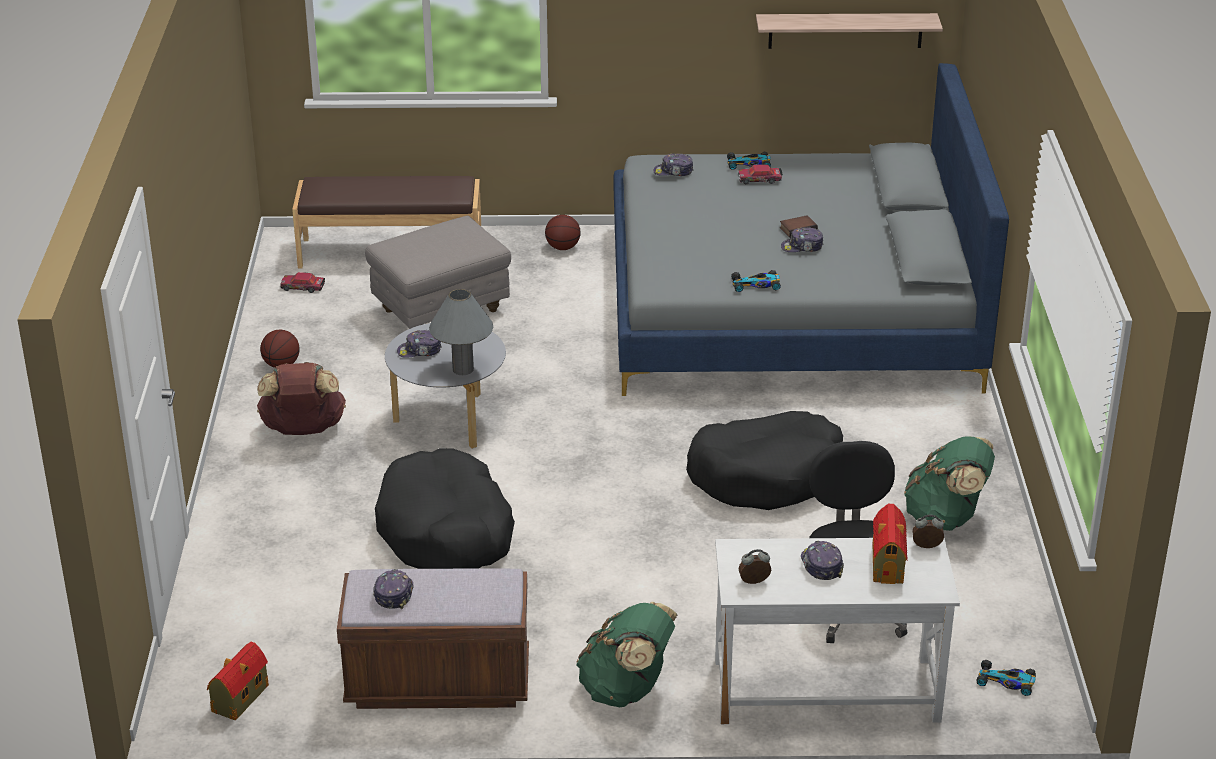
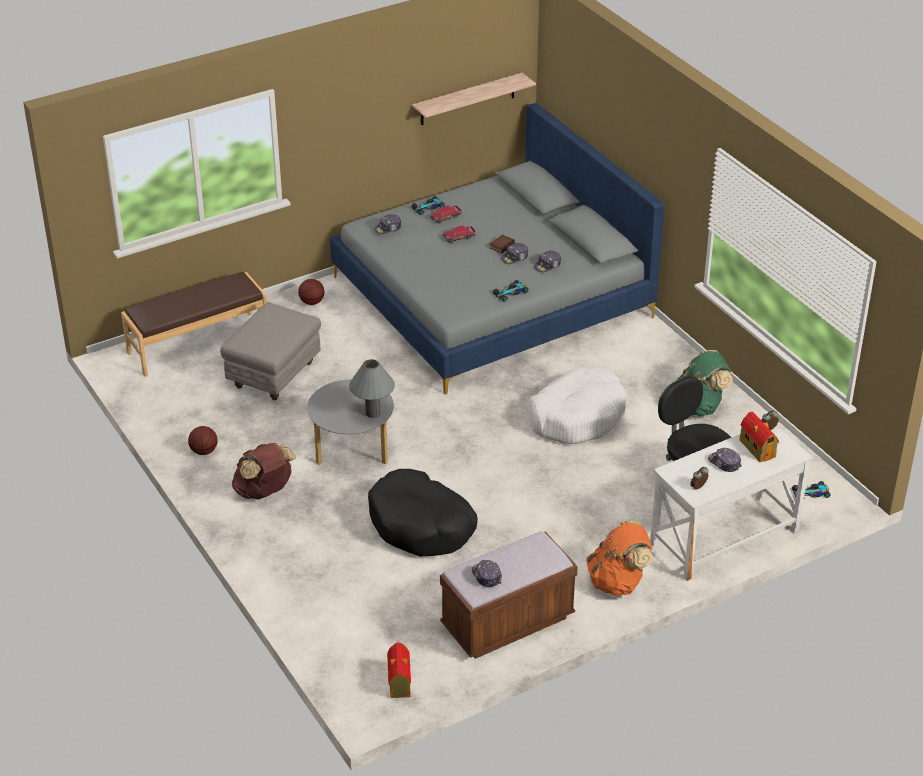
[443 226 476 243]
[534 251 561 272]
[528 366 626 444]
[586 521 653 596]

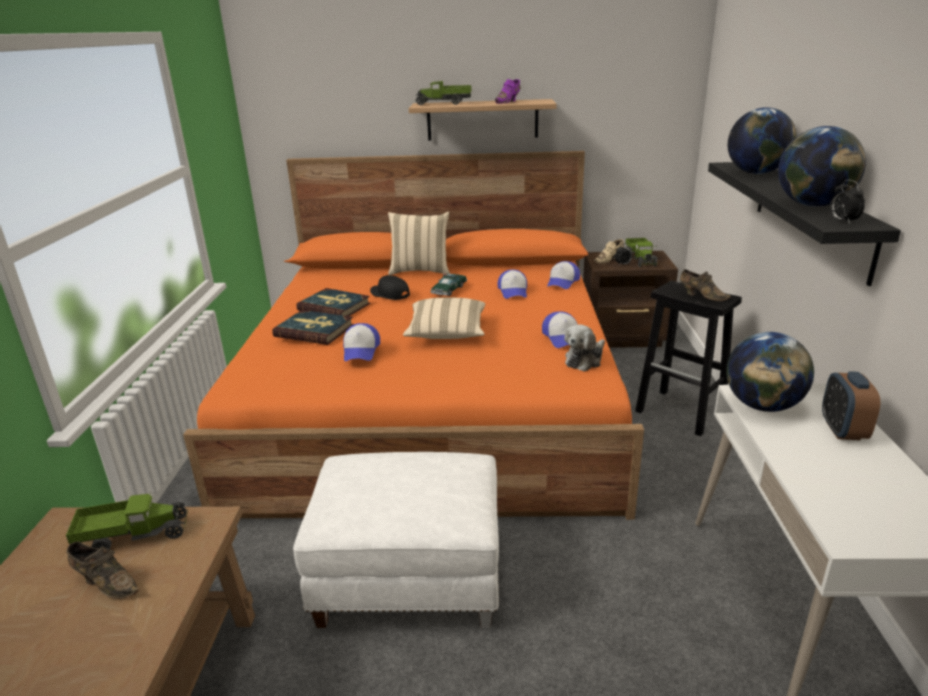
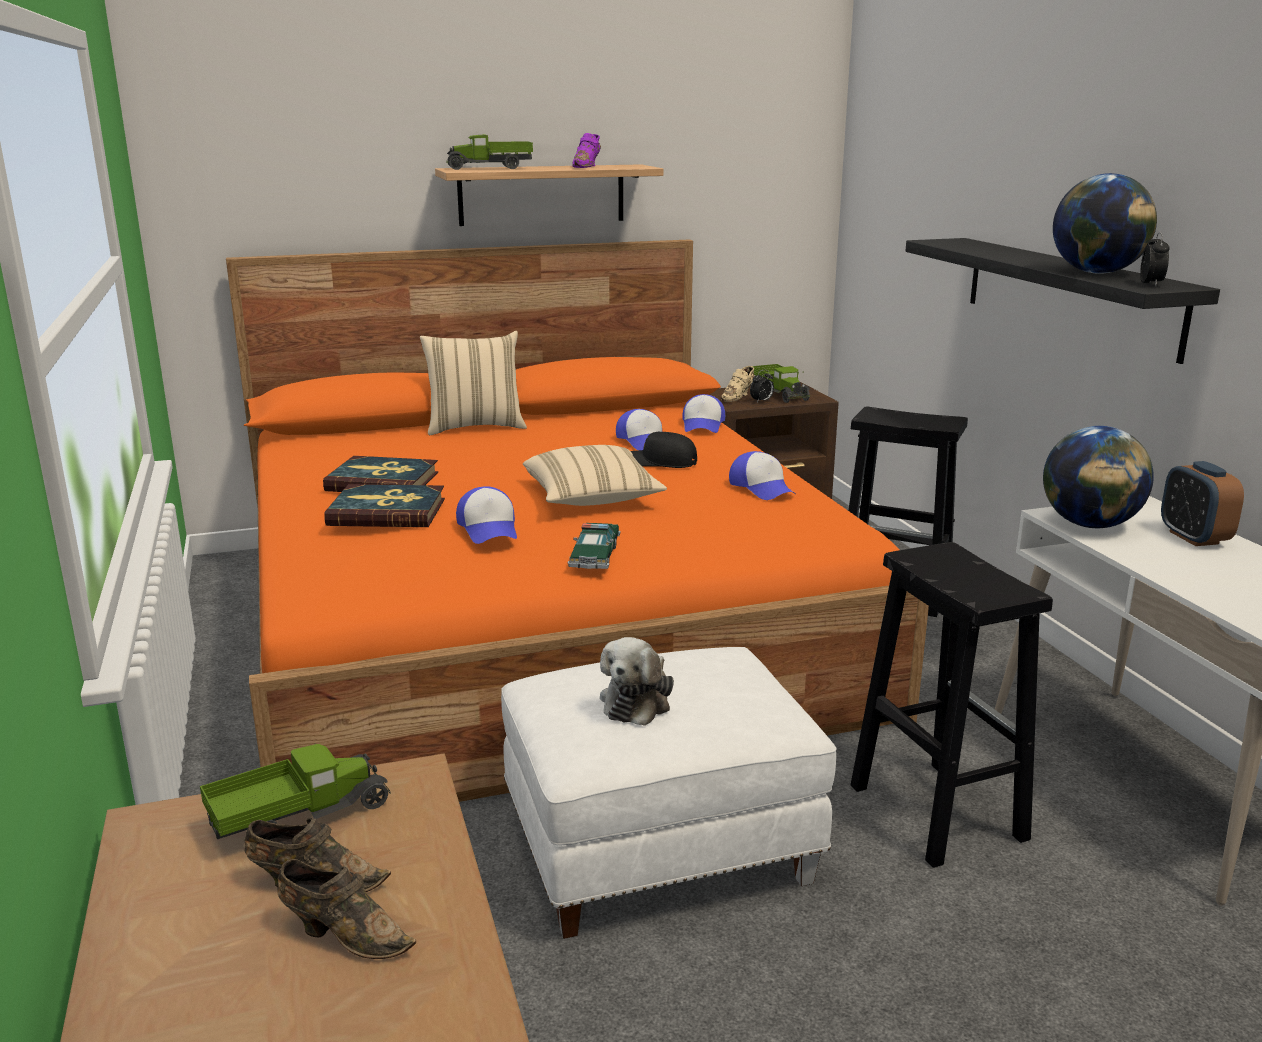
[728 107 797 174] (first image)
[1140 232 1170 286]
[277 859 416 959]
[567 523 621 569]
[631 432 697 468]
[600 637 674 726]
[851 542 1053 868]

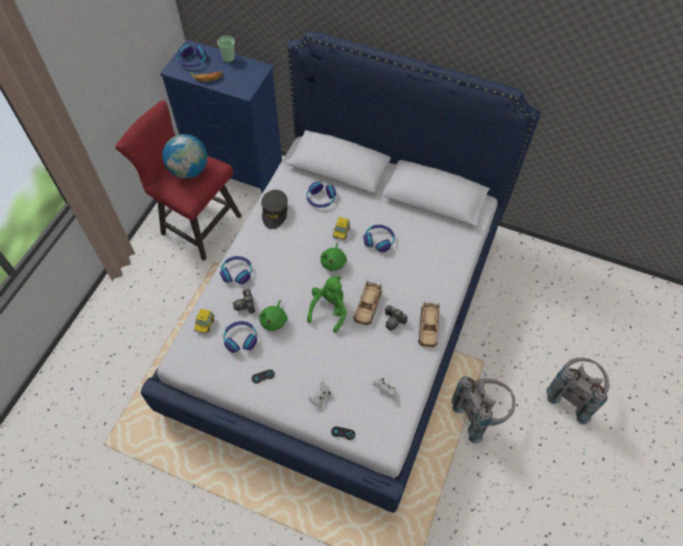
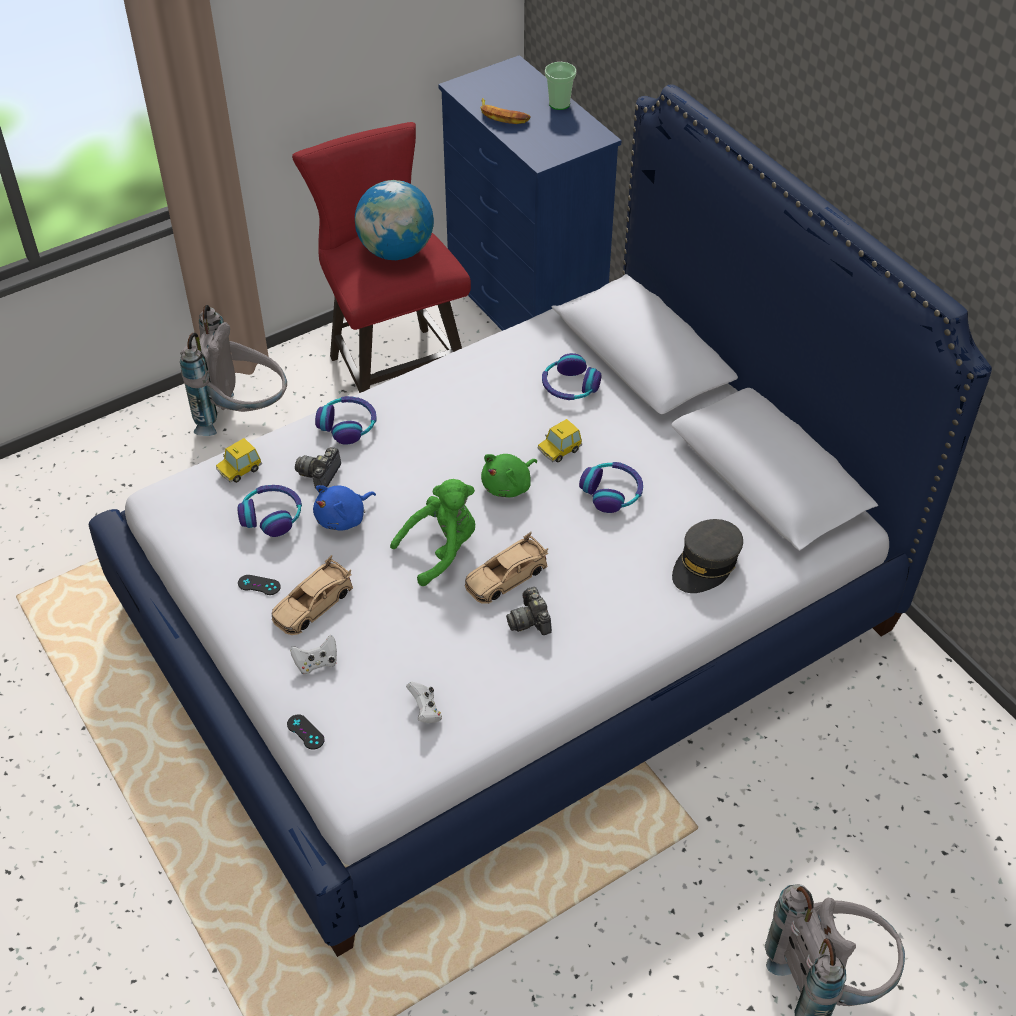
[177 45 207 67] (first image)
[672 519 743 593]
[313 485 376 530]
[272 555 353 635]
[180 305 287 436]

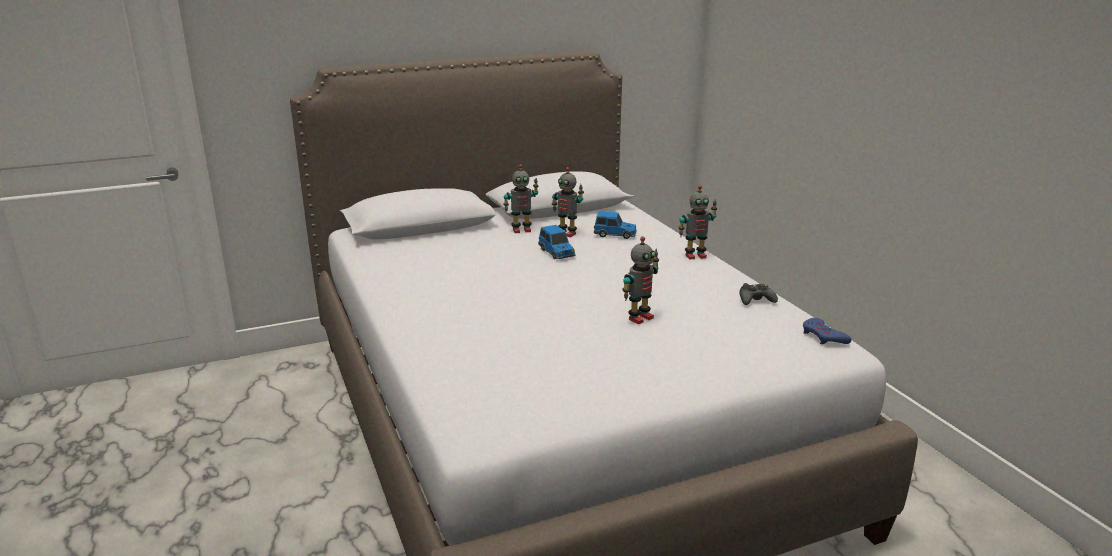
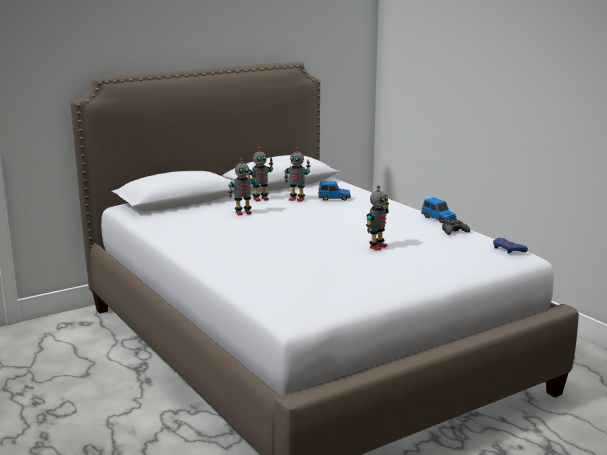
[228 158 257 215]
[421 197 457 223]

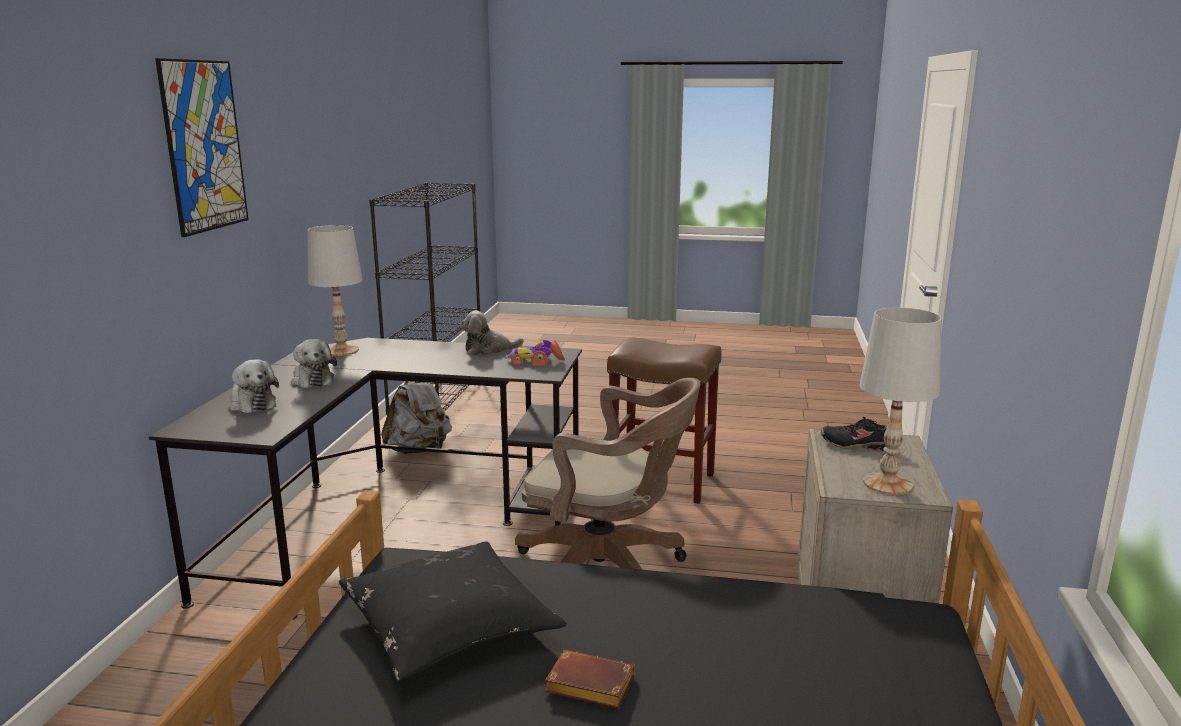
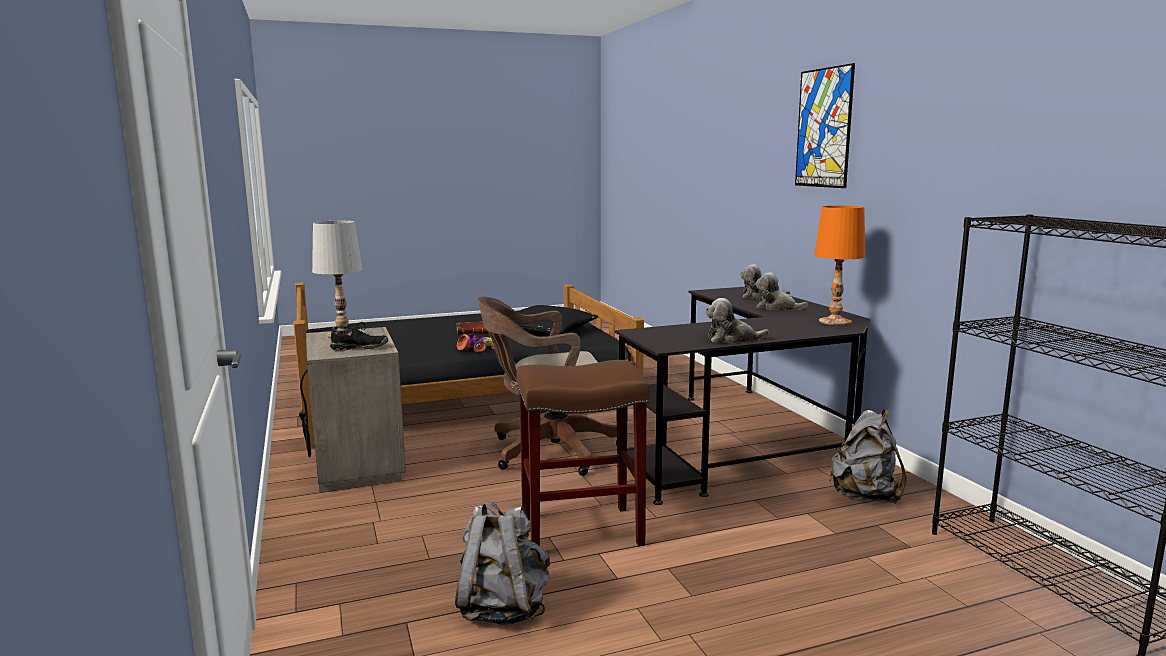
[814 205 866 325]
[705 298 769 343]
[457 333 495 352]
[455 501 550 625]

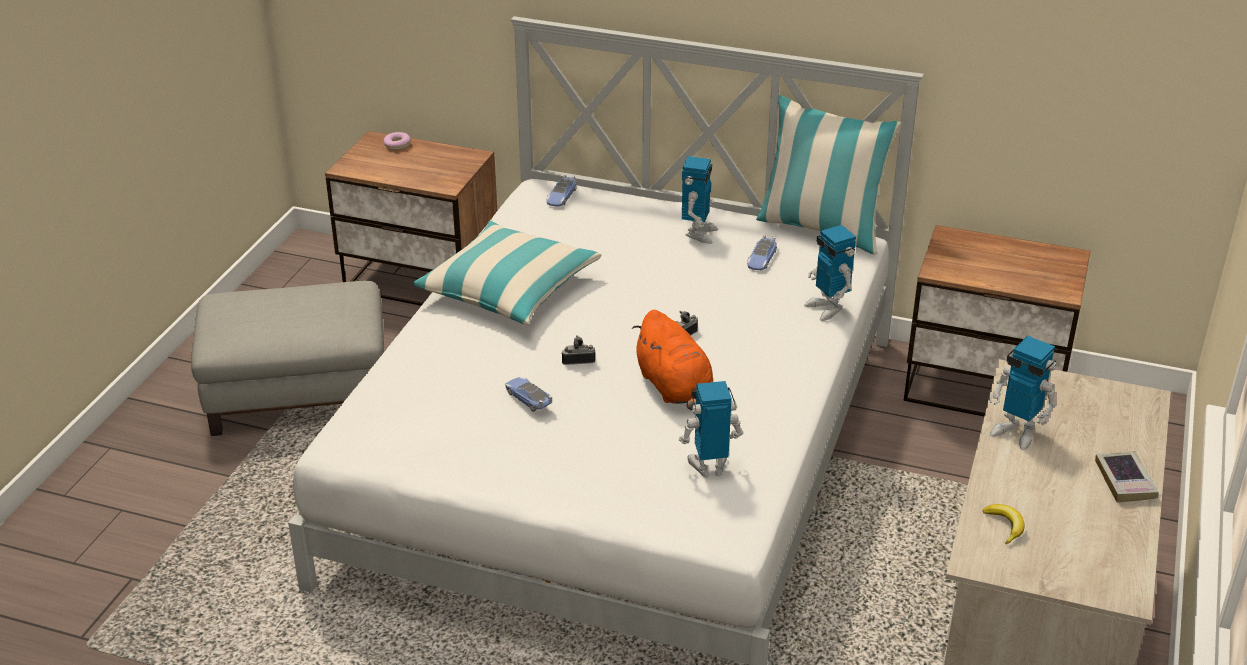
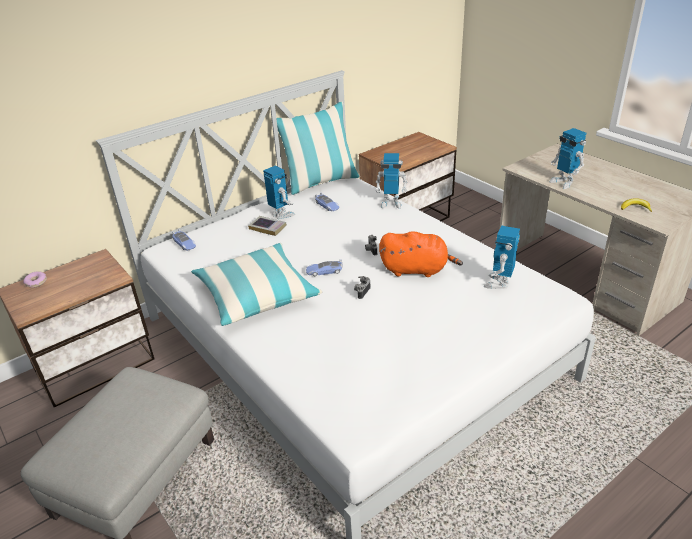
[550 128 586 189]
[306 259 343 276]
[248 216 287 236]

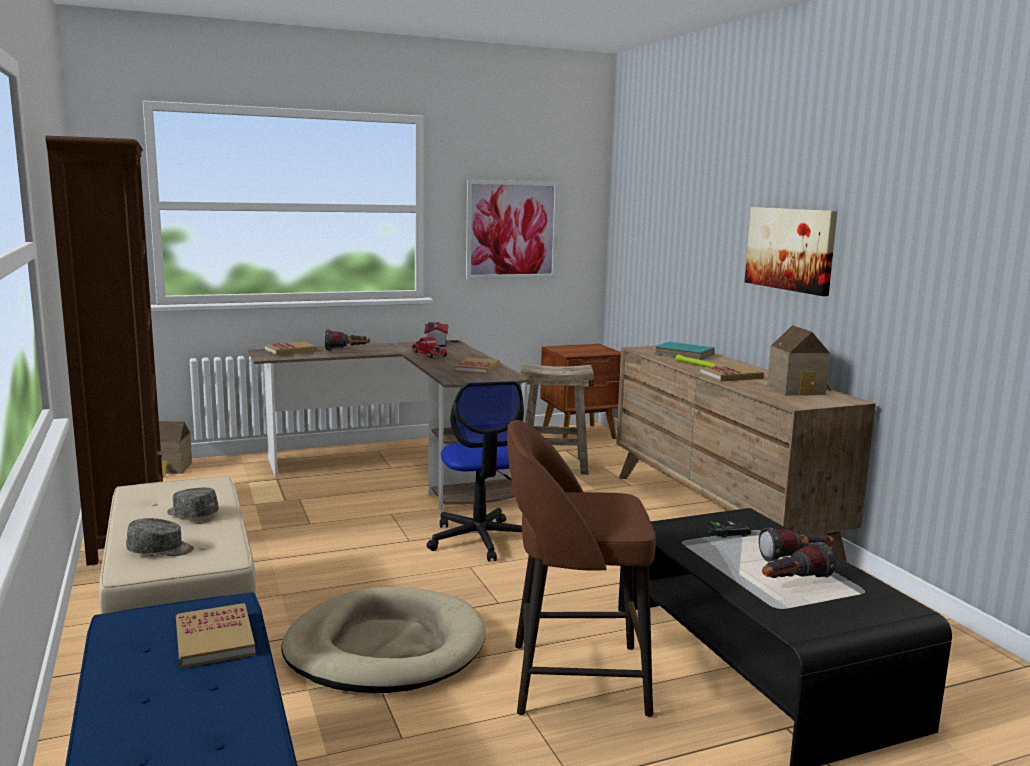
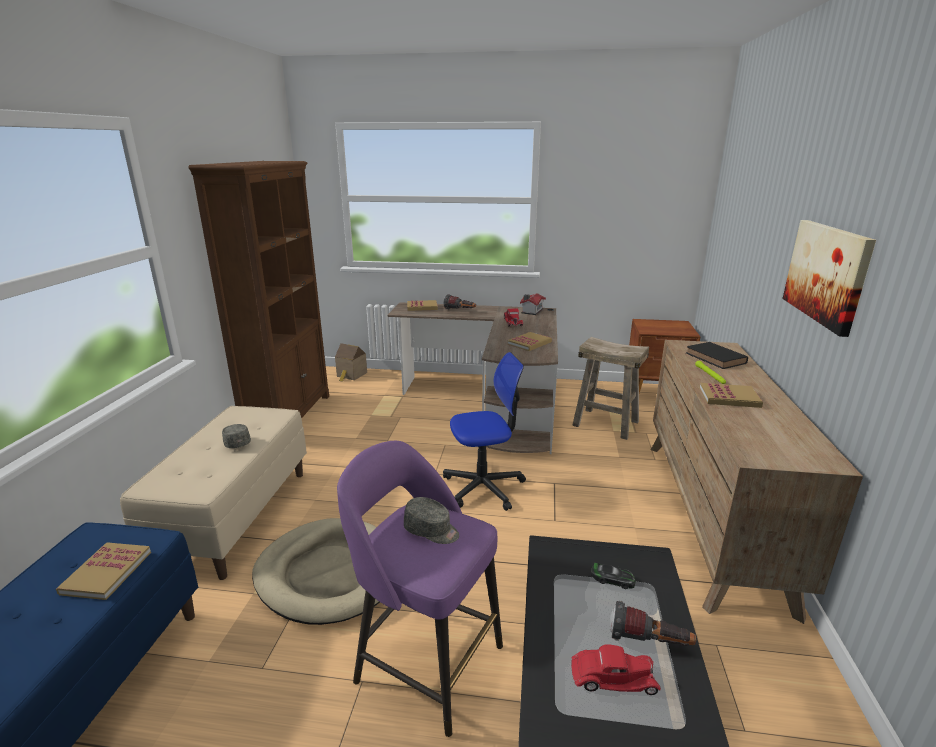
[466 180 559 280] (first image)
[767 325 831 395] (first image)
[686 342 748 369]
[443 352 526 511]
[337 441 503 737]
[404 497 459 544]
[571 644 661 695]

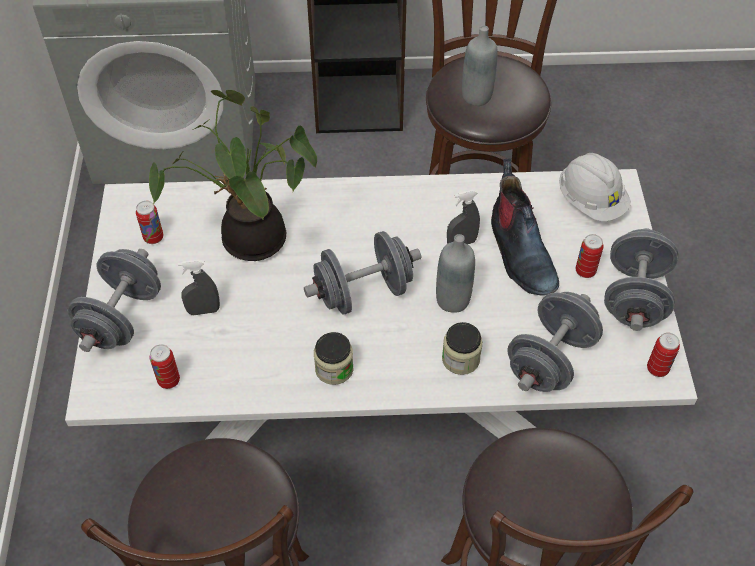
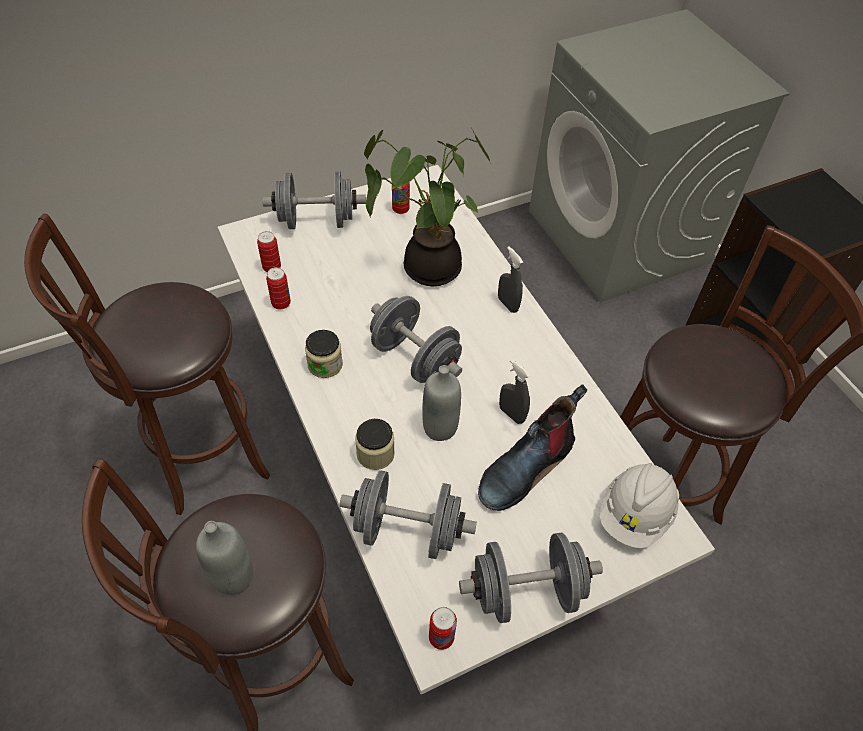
[196 521 253 595]
[266 267 291 309]
[498 246 523 313]

